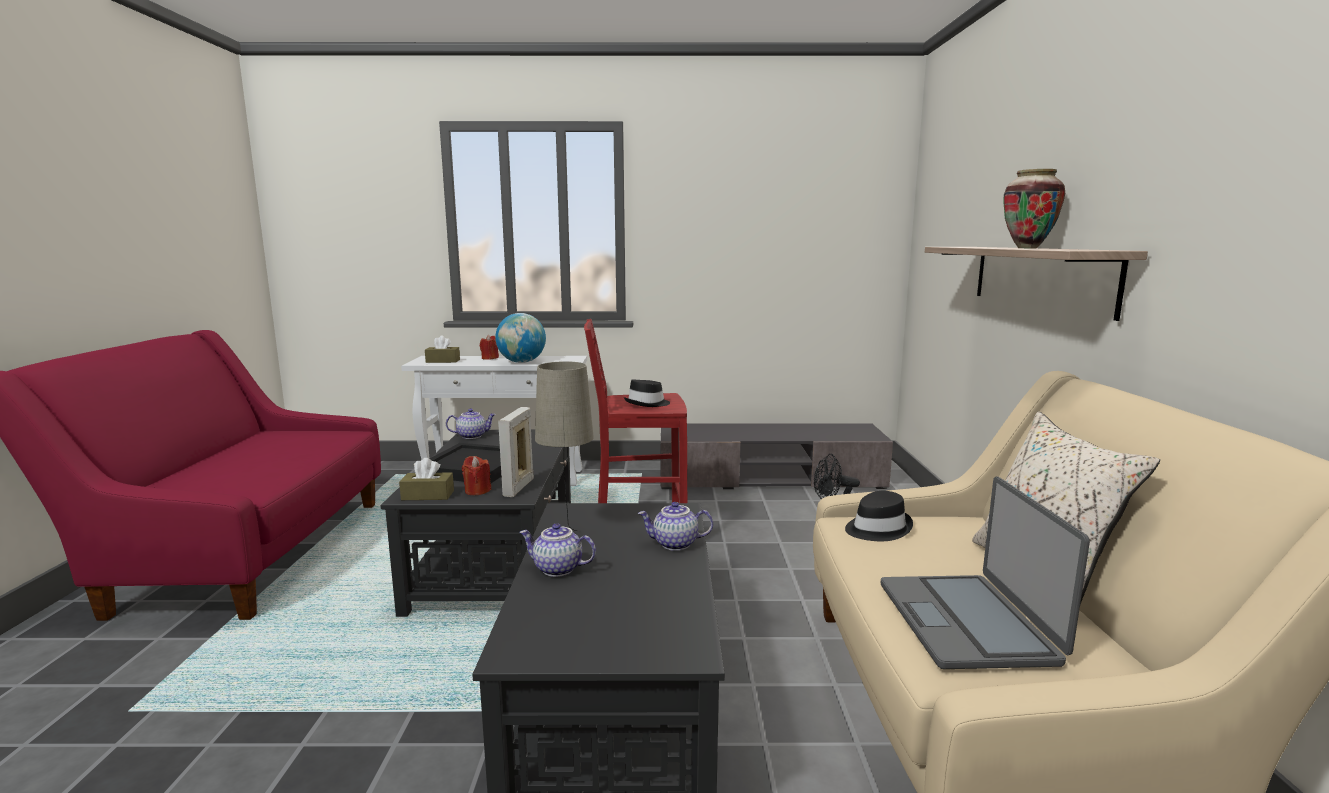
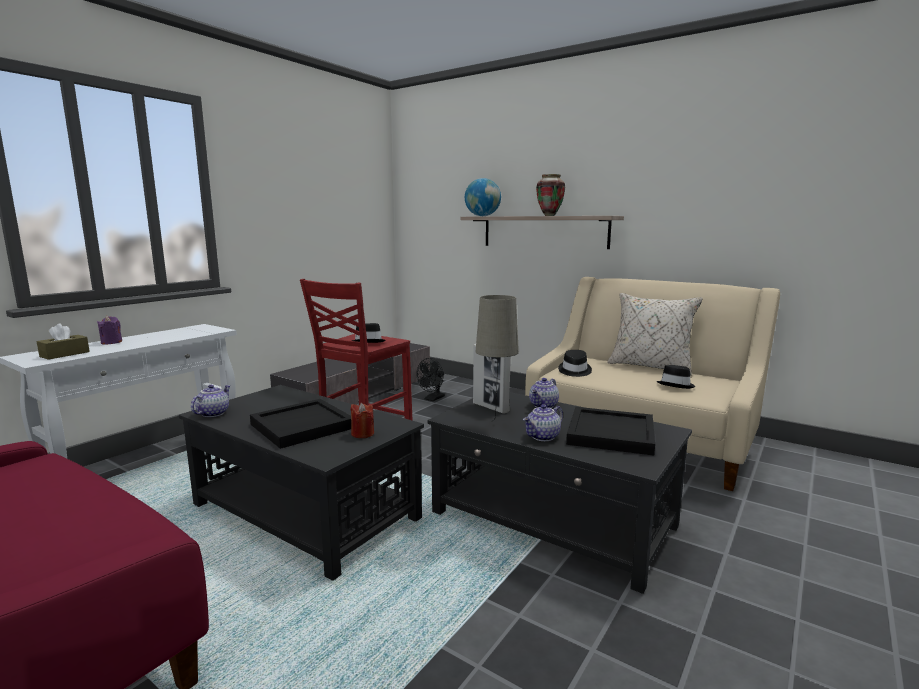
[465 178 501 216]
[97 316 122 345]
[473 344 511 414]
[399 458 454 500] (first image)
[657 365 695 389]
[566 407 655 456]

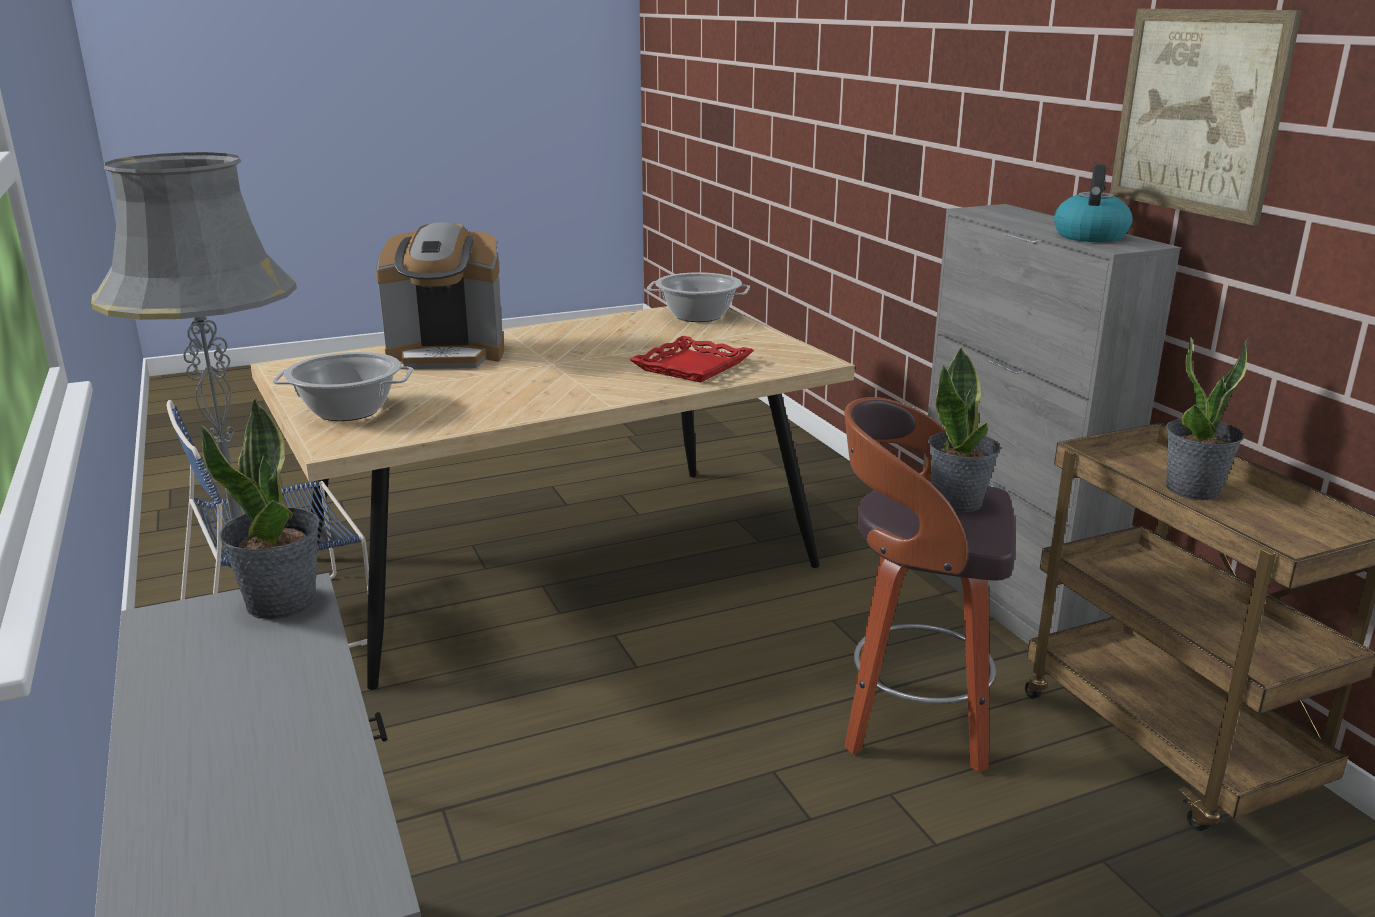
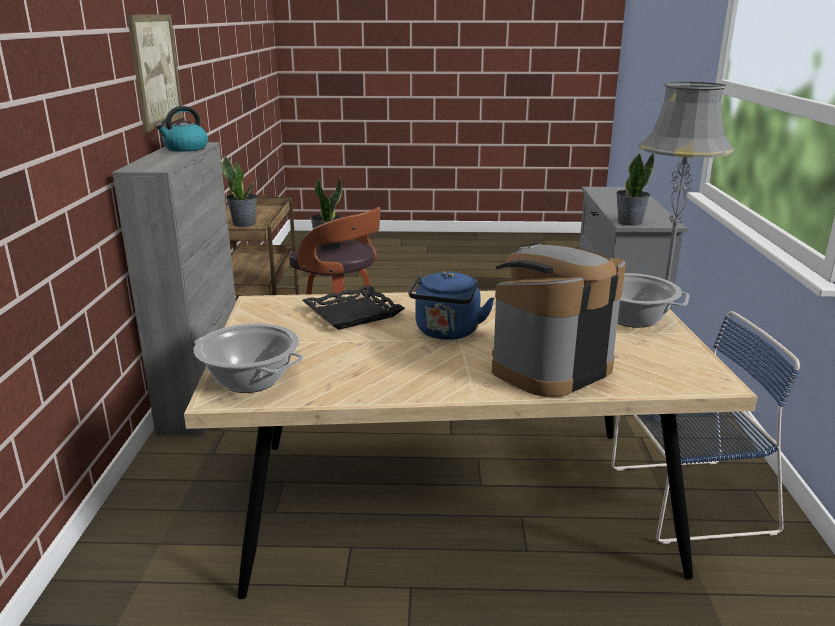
[492 243 626 397]
[302 285 405 330]
[408 271 495 340]

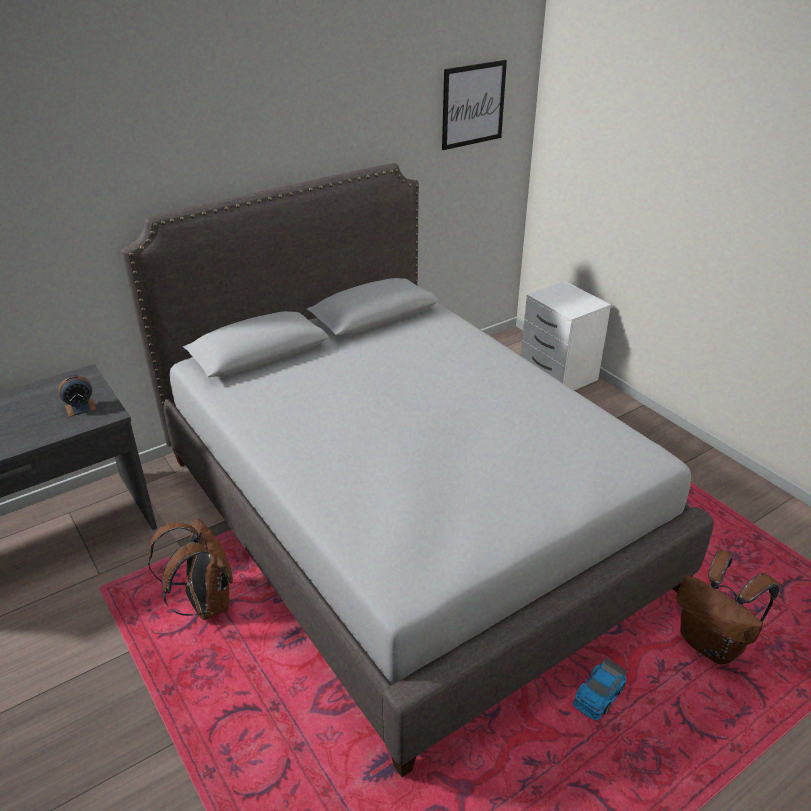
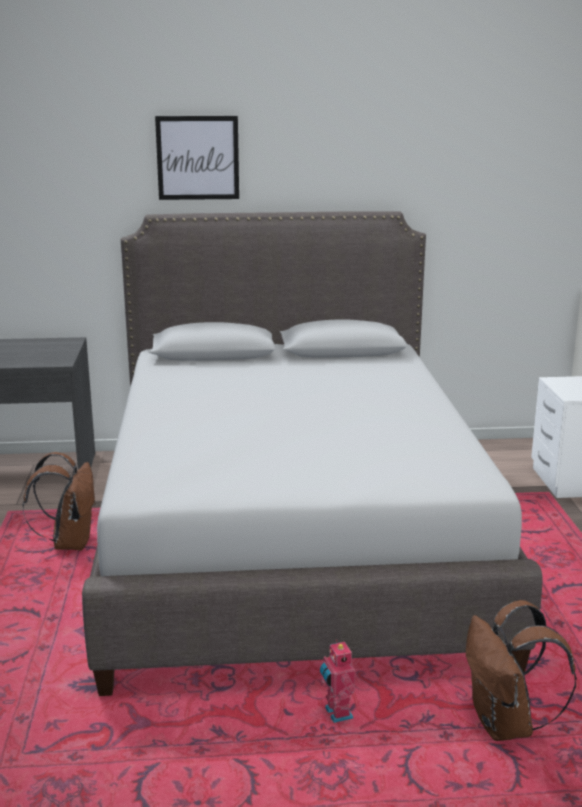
[155 116 239 200]
[58 375 96 417] (first image)
[320 640 355 723]

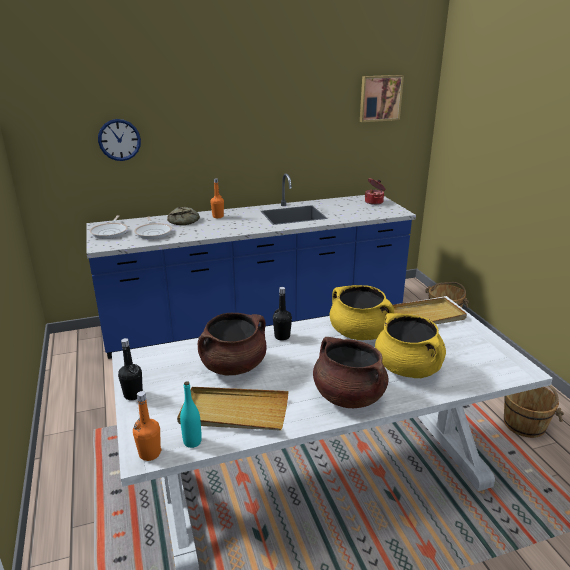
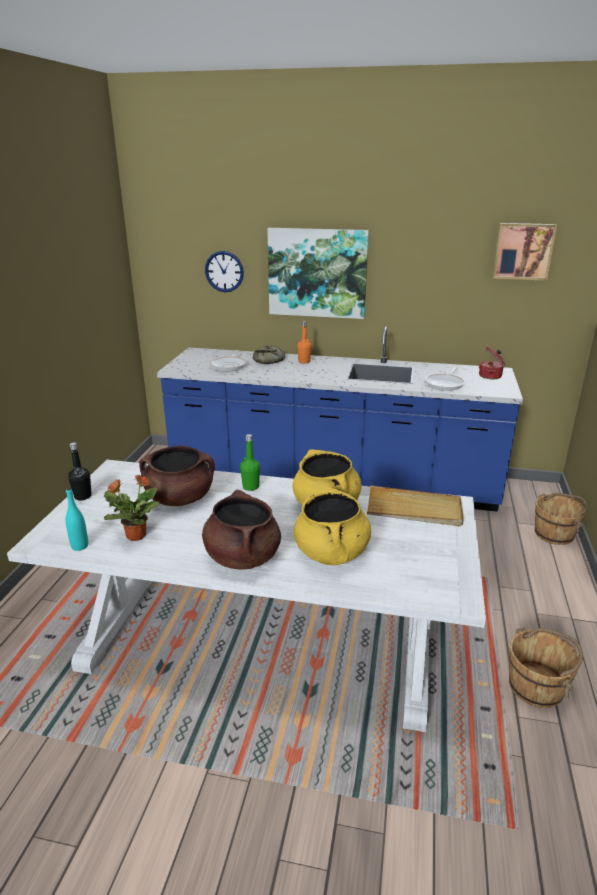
[425 367 465 391]
[240 434 260 491]
[104 475 160 541]
[133 391 161 461] (first image)
[267 228 369 319]

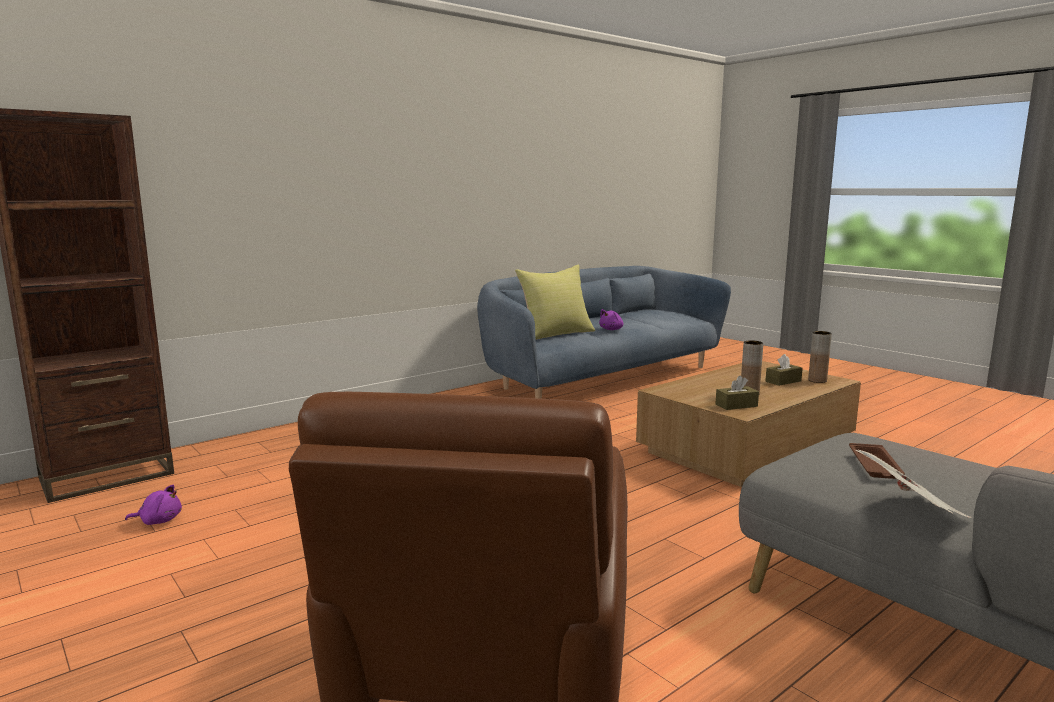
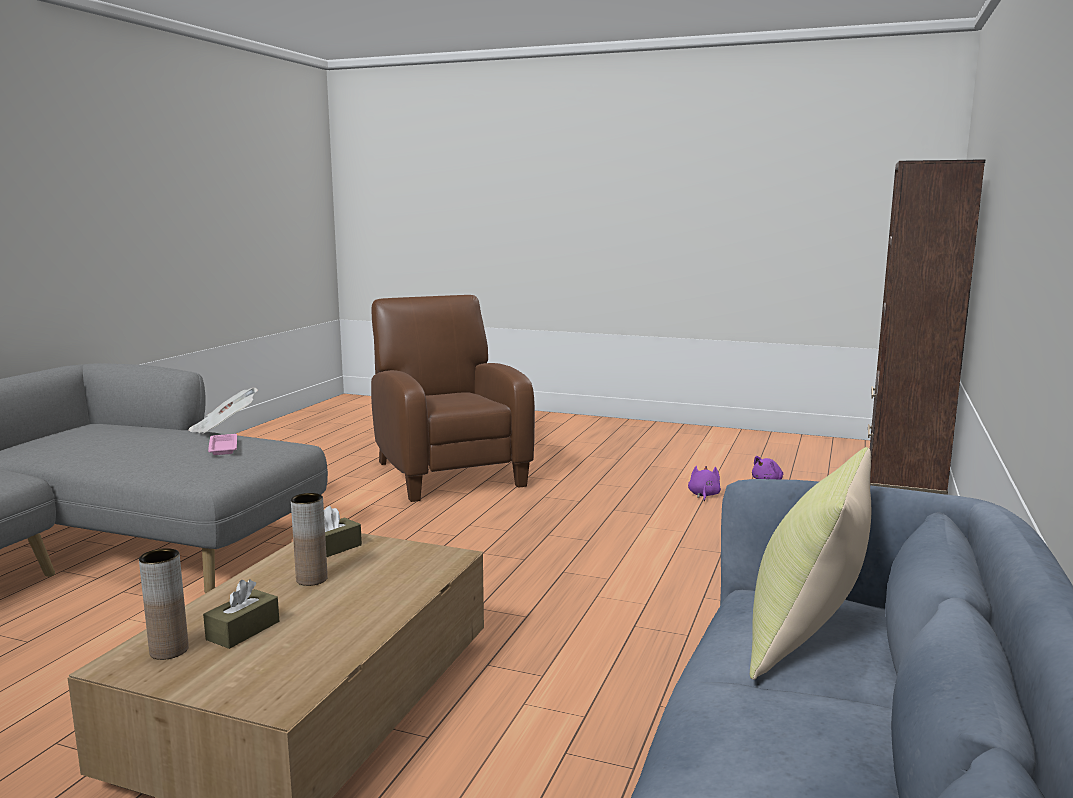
[688 466 721 501]
[208 434 237 455]

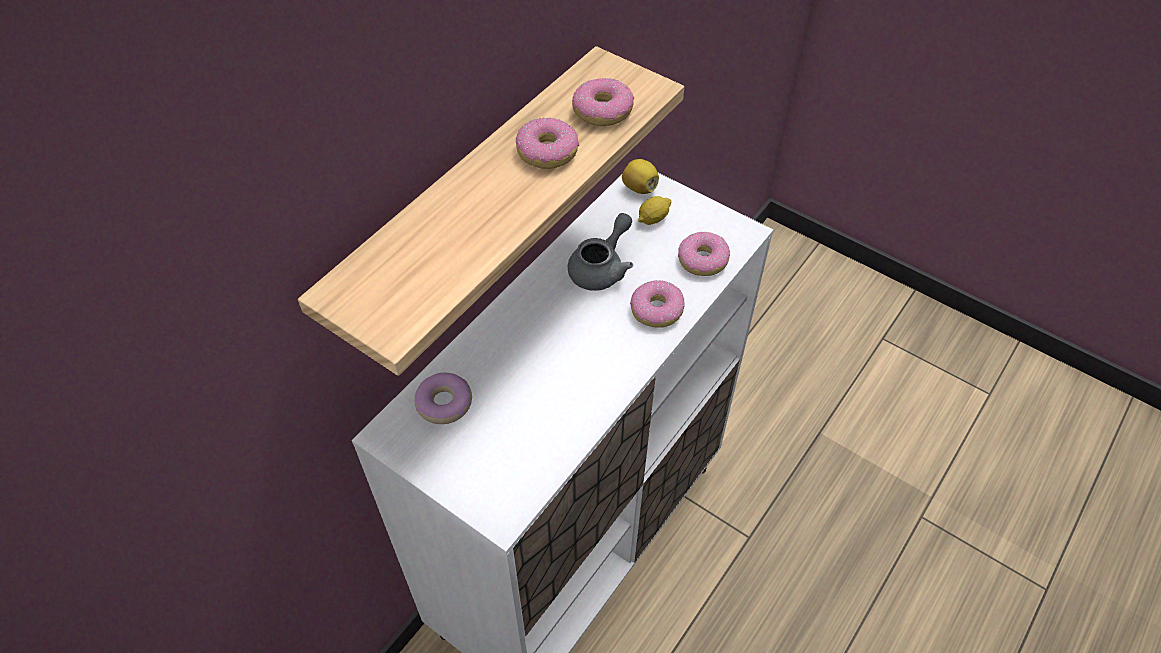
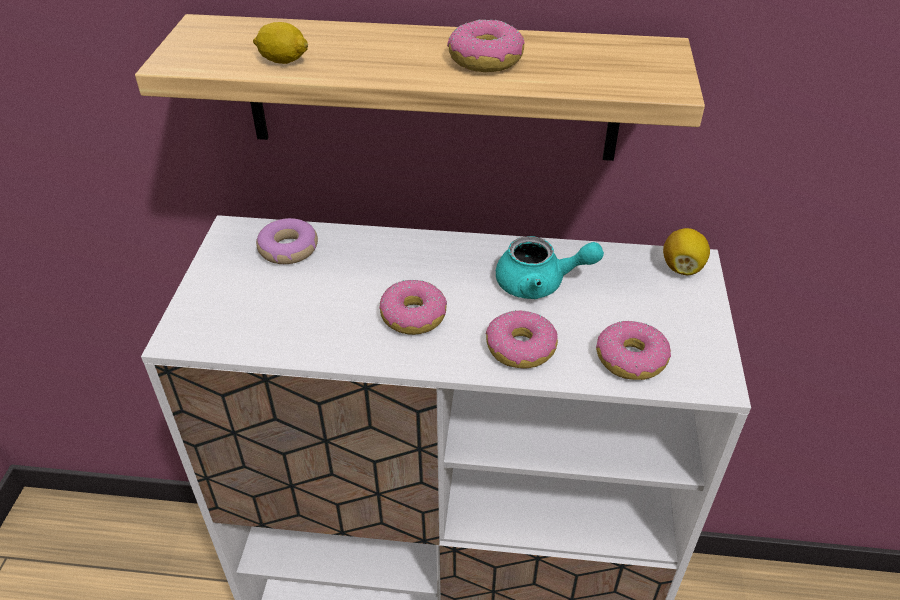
[379 279 447 335]
[253 22 308 64]
[496 236 604 299]

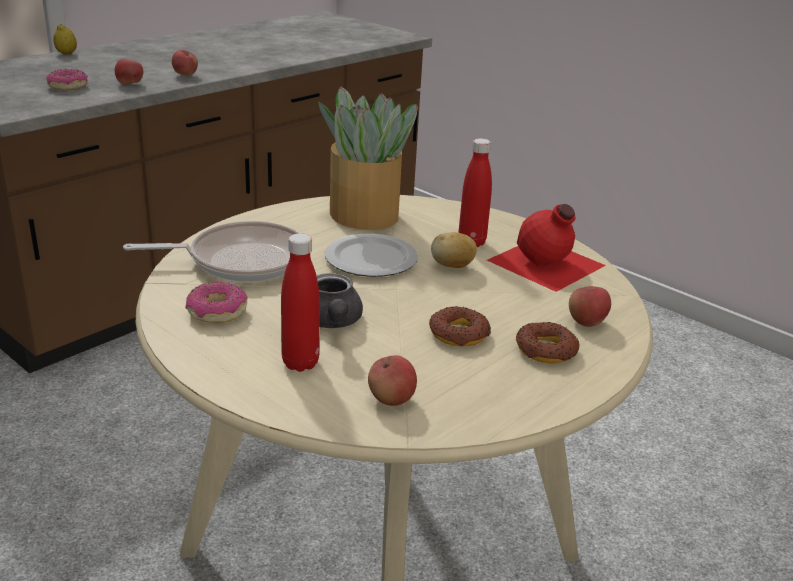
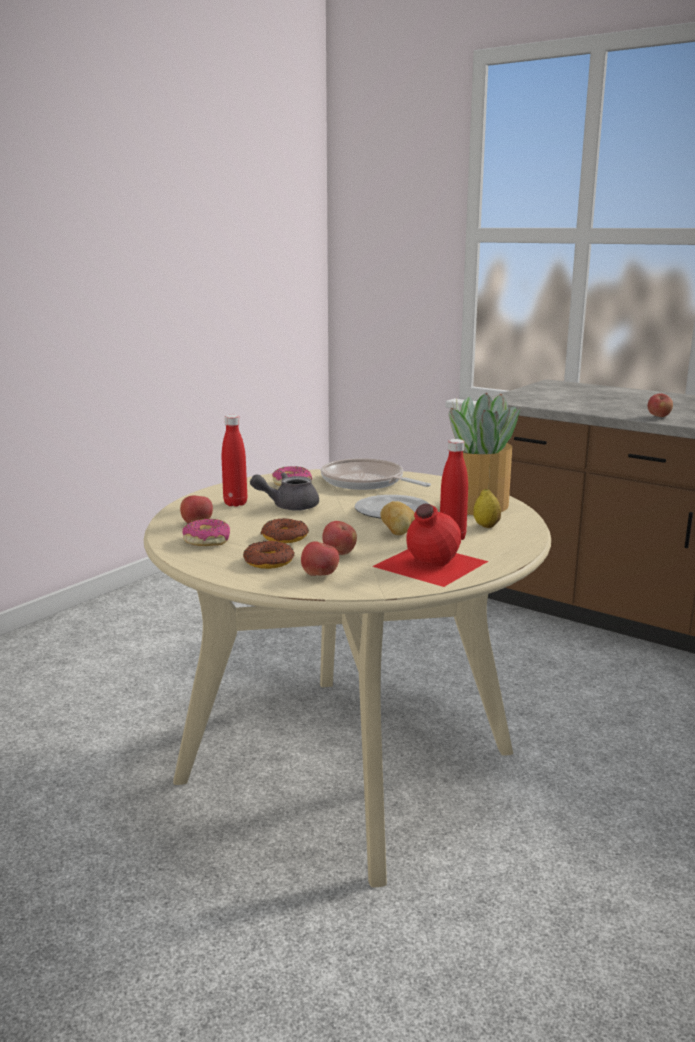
[473 489 501 528]
[322 521 357 555]
[182 519 230 546]
[321 458 431 490]

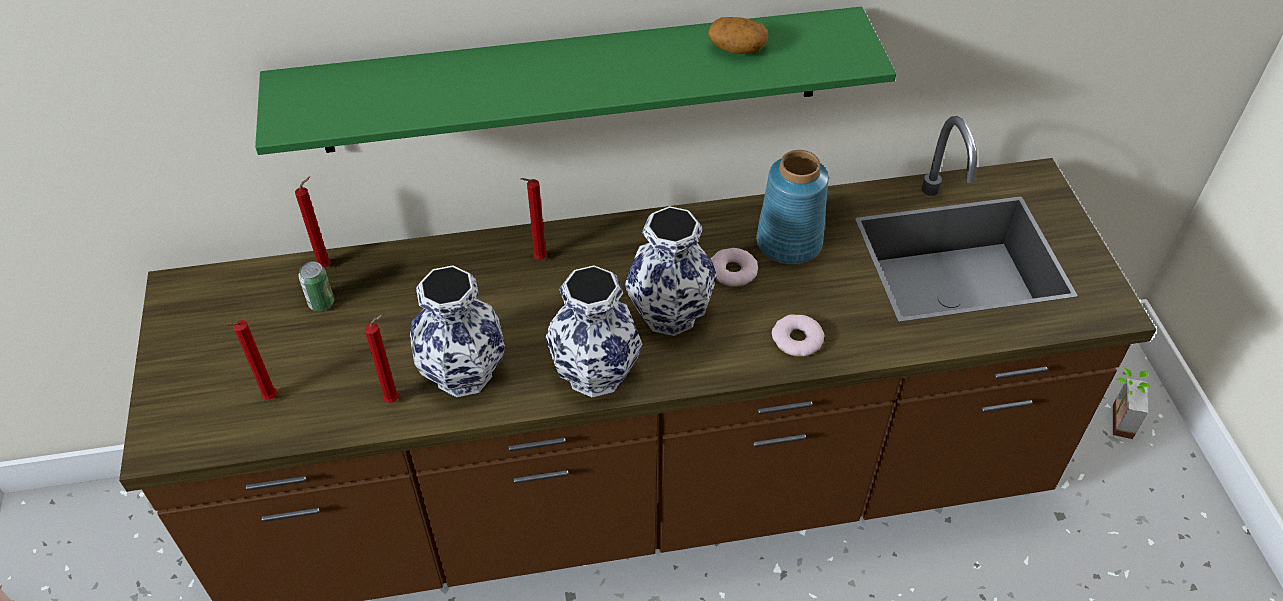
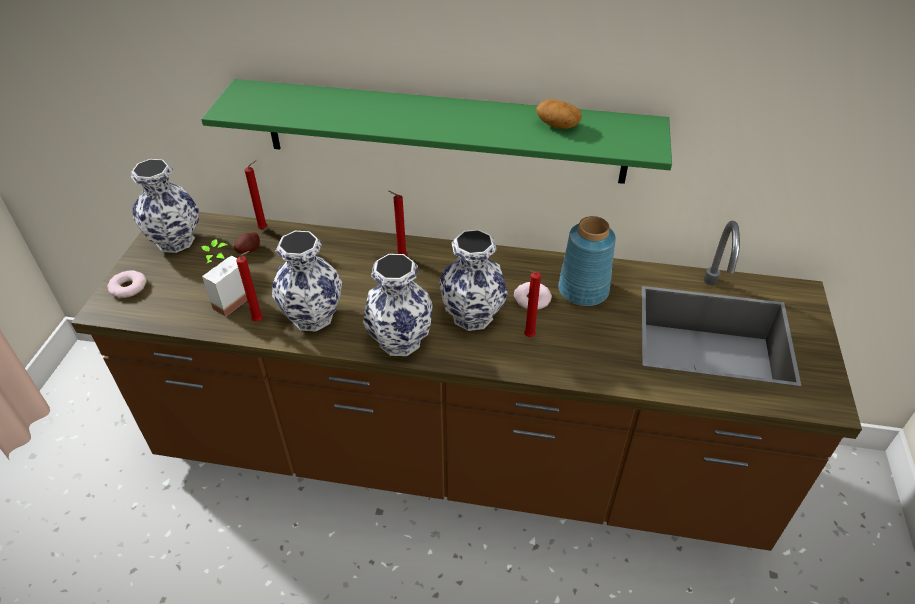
[234 232 260 254]
[107 270 147 298]
[524 270 541 337]
[202 239 247 317]
[130 159 199 253]

